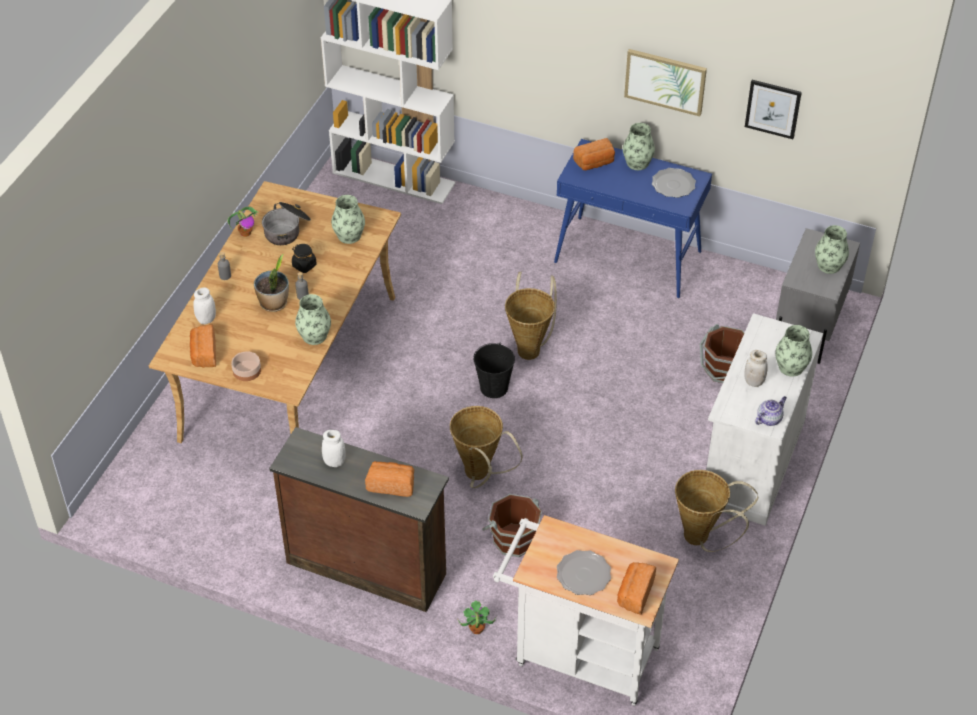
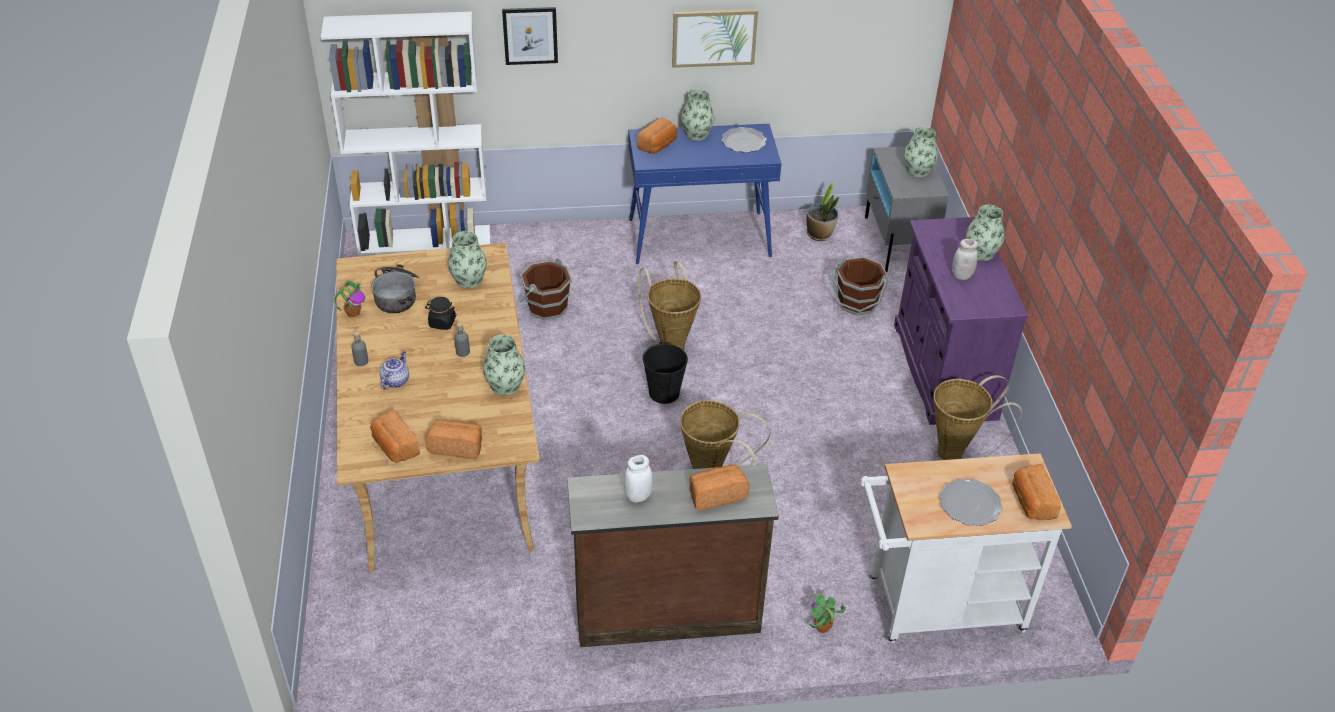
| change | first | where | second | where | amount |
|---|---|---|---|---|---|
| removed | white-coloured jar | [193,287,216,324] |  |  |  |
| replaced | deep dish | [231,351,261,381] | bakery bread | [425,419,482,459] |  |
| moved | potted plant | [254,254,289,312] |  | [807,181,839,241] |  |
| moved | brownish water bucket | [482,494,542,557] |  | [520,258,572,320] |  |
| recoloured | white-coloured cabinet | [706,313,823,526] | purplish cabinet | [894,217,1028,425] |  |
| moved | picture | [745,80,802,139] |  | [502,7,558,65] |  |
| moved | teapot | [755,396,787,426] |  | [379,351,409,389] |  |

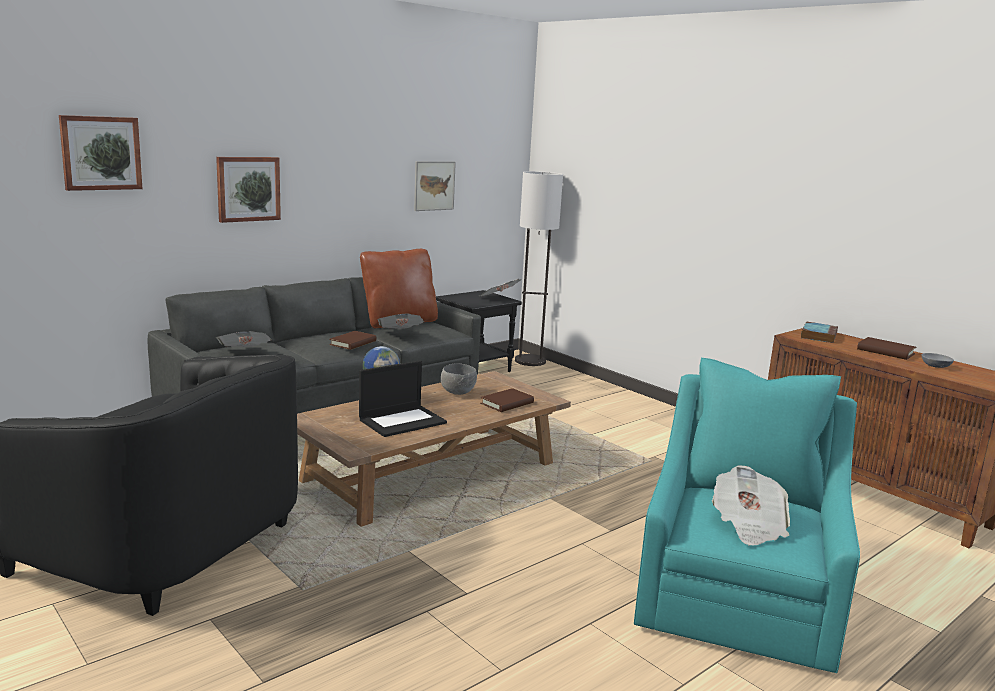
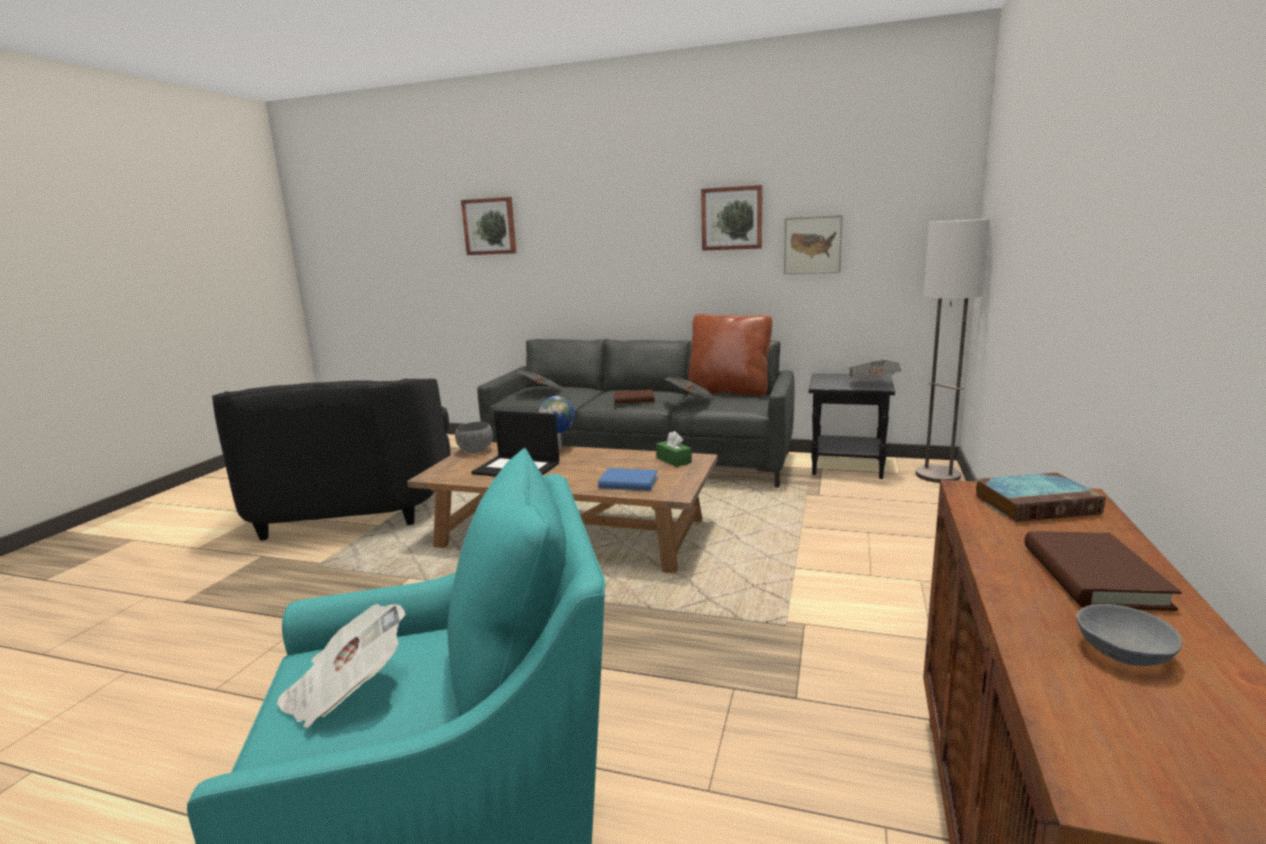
| change | first | where | second | where | amount |
|---|---|---|---|---|---|
| moved | picture | [216,157,281,223] |  | [701,185,763,251] |  |
| moved | gray deep dish | [441,363,477,395] |  | [455,422,493,453] |  |
| recoloured | brownish bound book | [480,388,534,412] | bluish bound book | [598,468,658,491] |  |
| added |  |  | greenish box of tissues | [656,431,692,467] |  |

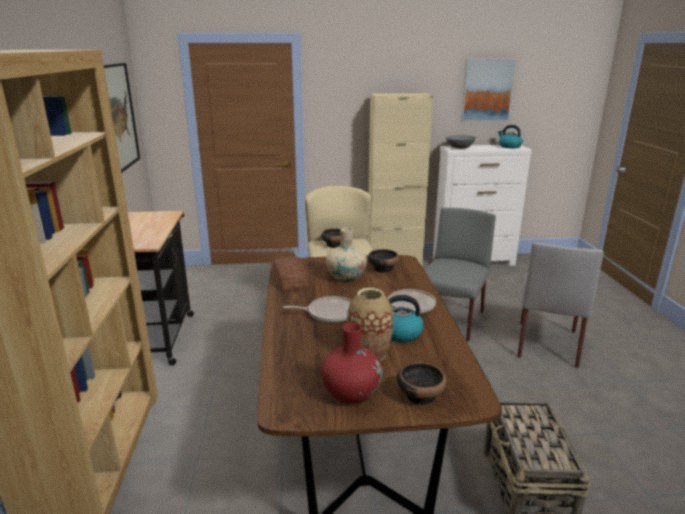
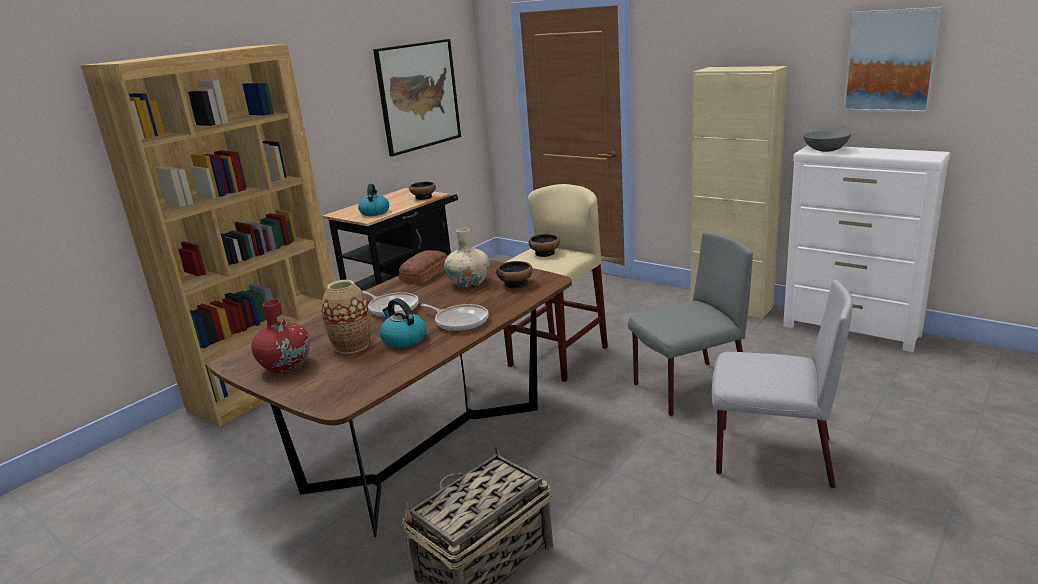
| change | first | where | second | where | amount |
|---|---|---|---|---|---|
| moved | deep dish | [397,362,447,405] |  | [409,181,436,200] |  |
| moved | tea kettle | [498,125,523,148] |  | [358,184,389,216] |  |
| turned | gray upright chair | [517,242,604,368] |  | [712,280,853,488] | 135 degrees counterclockwise |

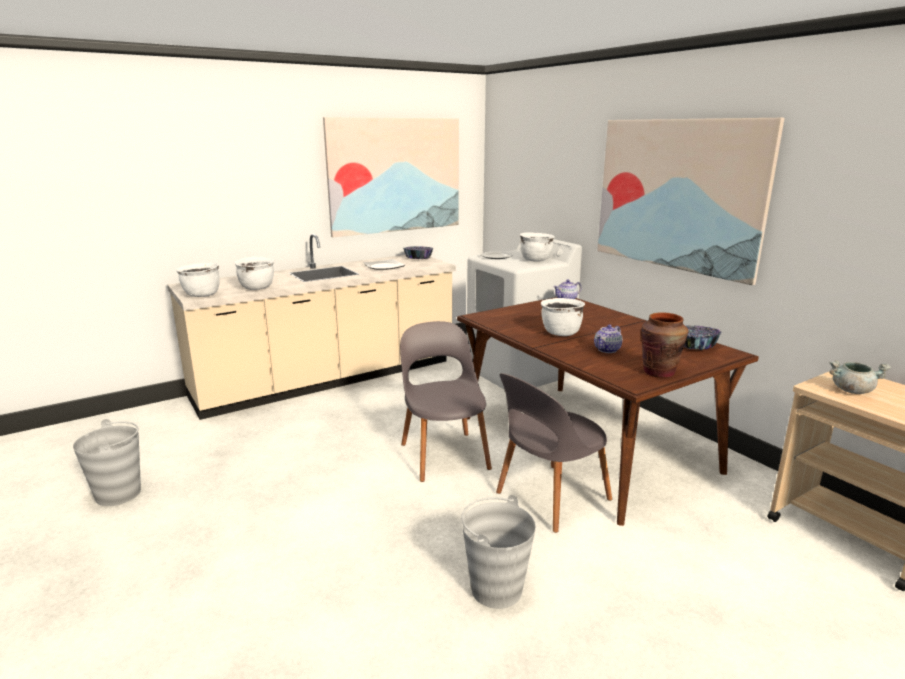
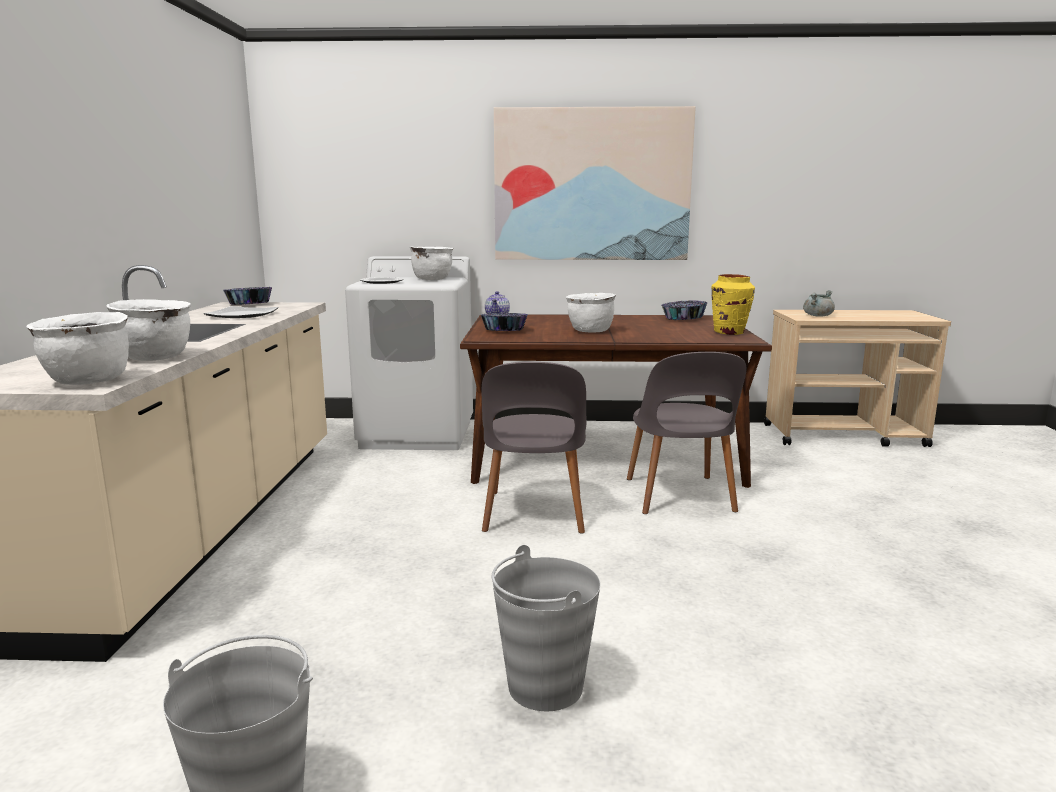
| change | first | where | second | where | amount |
|---|---|---|---|---|---|
| removed | picture | [323,117,459,237] |  |  |  |
| turned | gray upright chair | [400,321,492,482] |  | [481,362,586,533] | 105 degrees counterclockwise |
| moved | gray water bucket | [461,495,536,609] |  | [492,545,600,711] |  |
| removed | teapot | [594,325,622,353] |  |  |  |
| recoloured | brownish flower vase | [641,312,689,378] | yellow flower vase | [711,274,755,335] |  |
| added |  |  | deep dish | [481,313,528,331] |  |

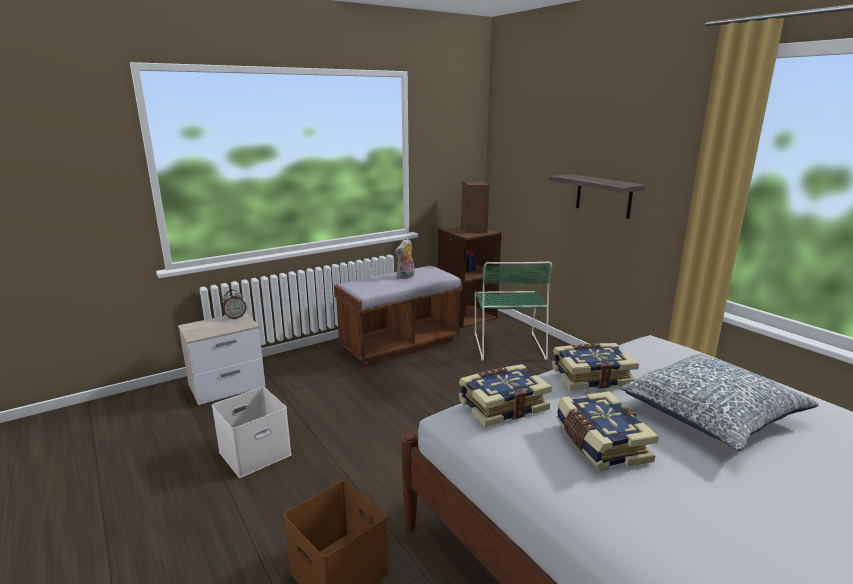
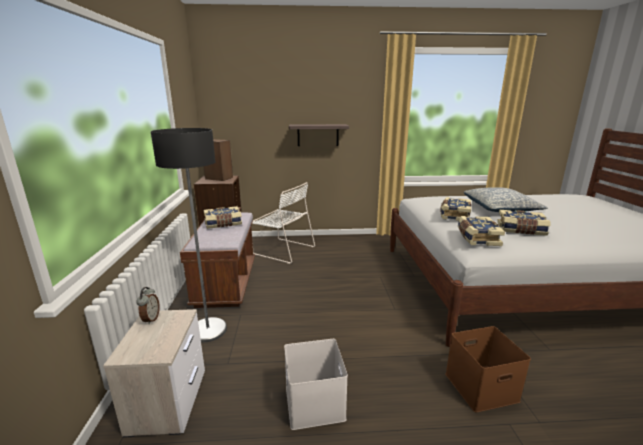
| change | first | where | second | where | amount |
|---|---|---|---|---|---|
| replaced | soft toy | [395,239,415,279] | bound book | [204,206,242,229] |  |
| recoloured | greenish upright chair | [475,261,553,361] | white-coloured upright chair | [252,182,315,264] |  |
| added |  |  | standard lamp | [151,128,227,343] |  |

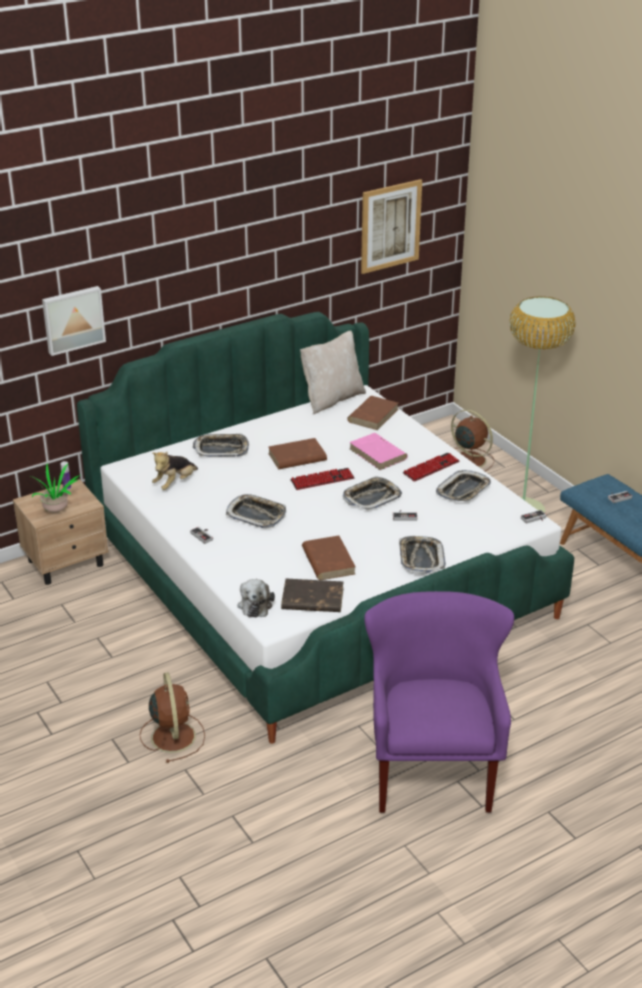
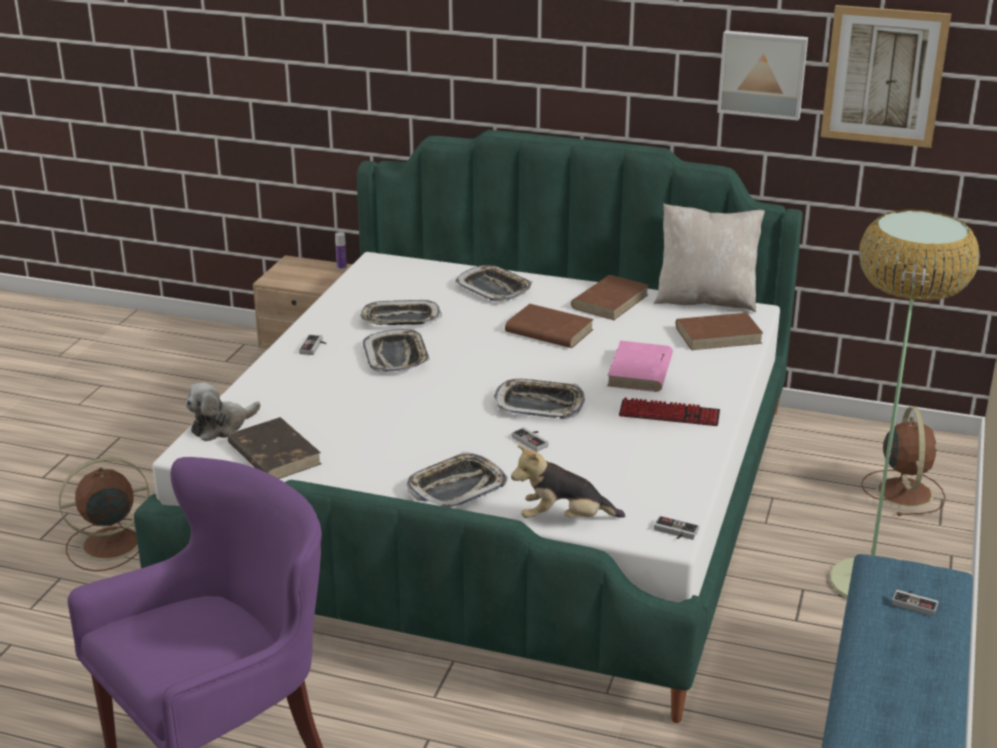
| change | first | where | second | where | amount |
|---|---|---|---|---|---|
| removed | potted plant | [31,464,80,513] |  |  |  |
| moved | picture | [42,286,106,356] |  | [717,30,808,121] |  |
| turned | brownish electric fan | [140,672,205,763] |  | [59,457,149,571] | 150 degrees counterclockwise |
| moved | soft toy | [152,452,198,490] |  | [511,445,625,518] |  |
| removed | keyboard | [290,468,354,490] |  |  |  |
| moved | brownish bound book | [302,535,356,580] |  | [571,275,649,320] |  |
| moved | tray | [436,470,491,501] |  | [360,300,442,325] |  |

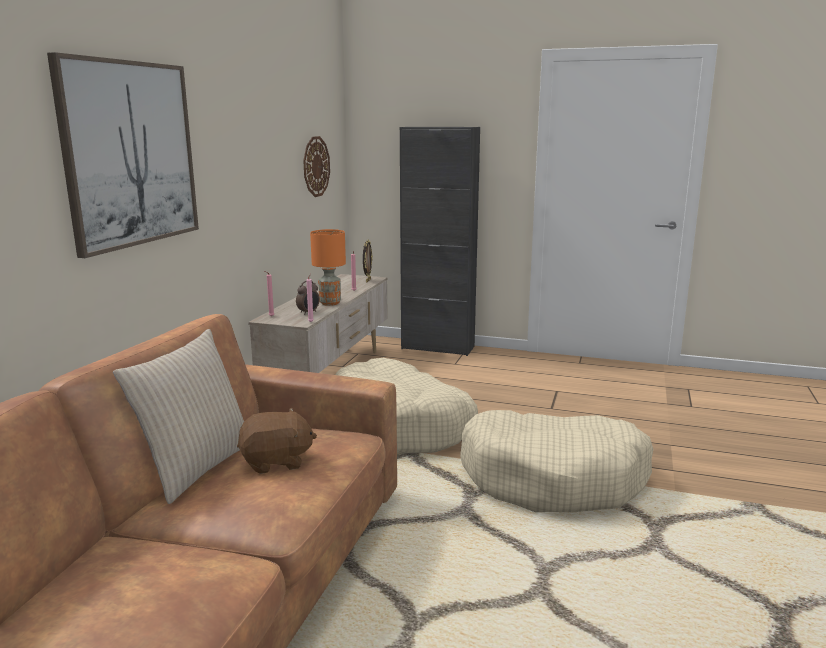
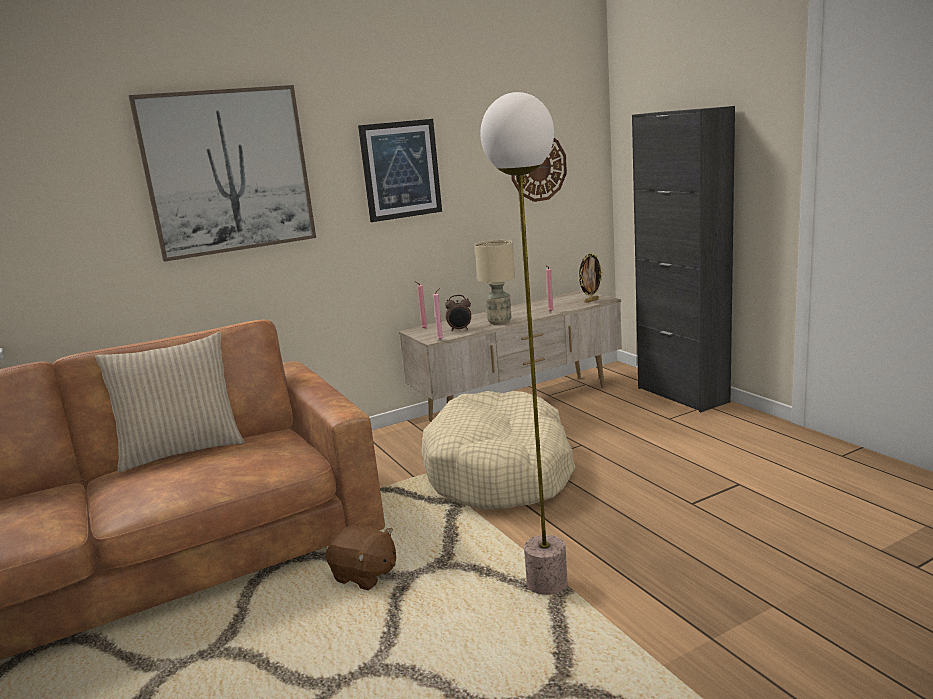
| change | first | where | second | where | amount |
|---|---|---|---|---|---|
| moved | brownish soft toy | [237,408,317,474] |  | [326,524,396,590] |  |
| recoloured | orangey lamp for a table | [310,229,346,306] | sand-coloured lamp for a table | [475,240,515,325] |  |
| replaced | sand-coloured pet bed | [460,410,654,512] | standard lamp | [480,92,568,595] |  |
| added |  |  | picture | [358,119,442,222] |  |

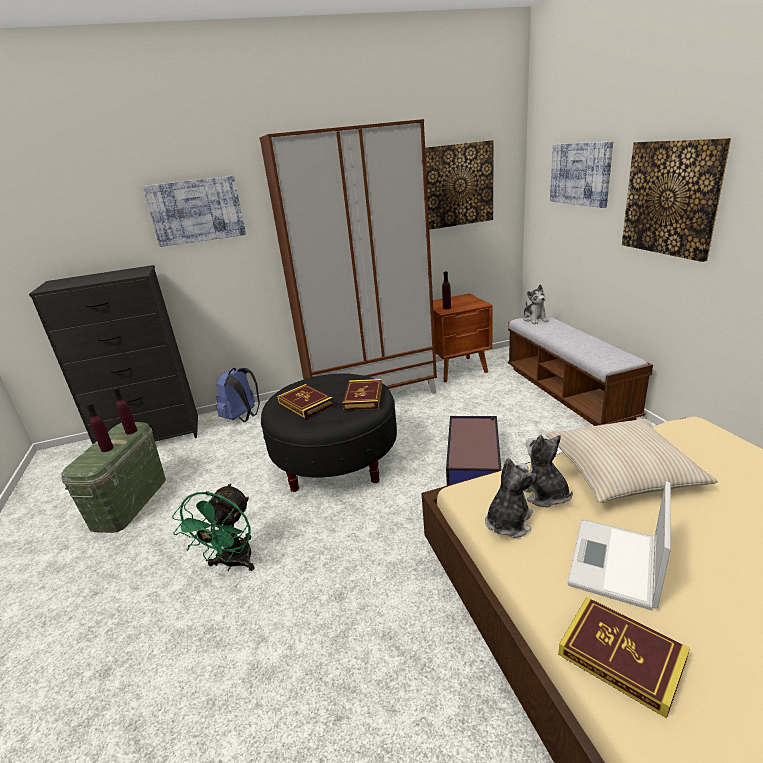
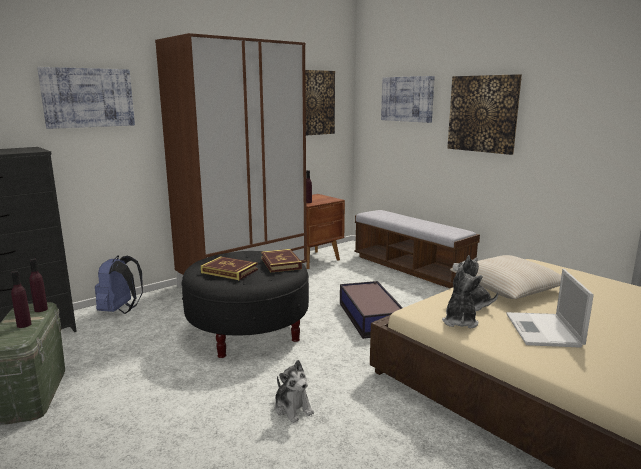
| change | first | where | second | where | amount |
|---|---|---|---|---|---|
| removed | greenish electric fan | [172,483,254,571] |  |  |  |
| moved | soft toy | [523,284,549,324] |  | [275,360,314,423] |  |
| removed | bound book | [558,597,690,719] |  |  |  |

